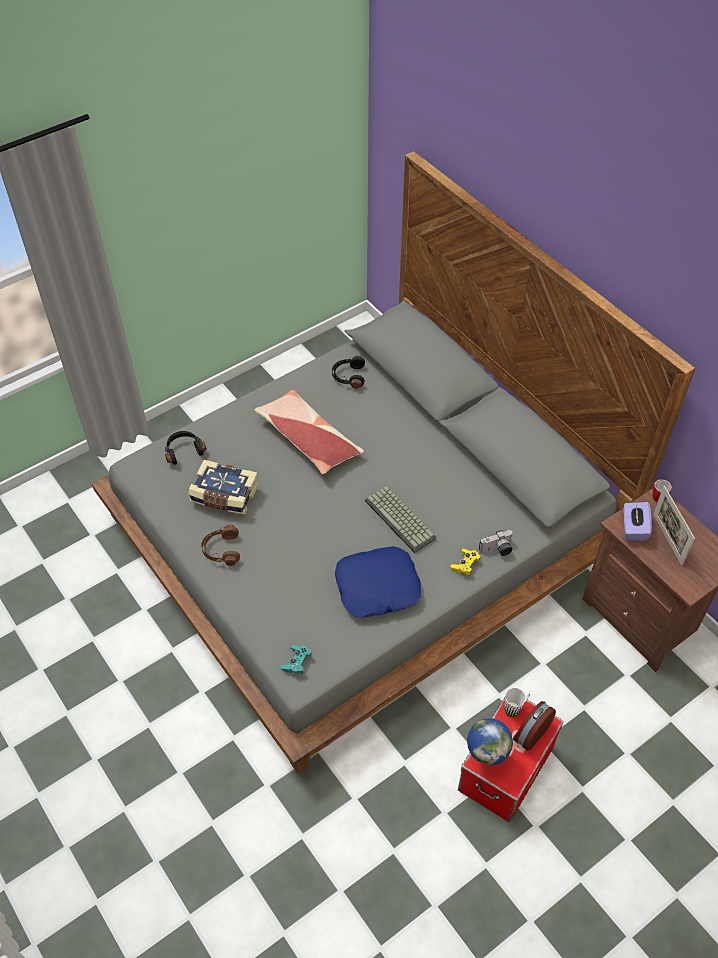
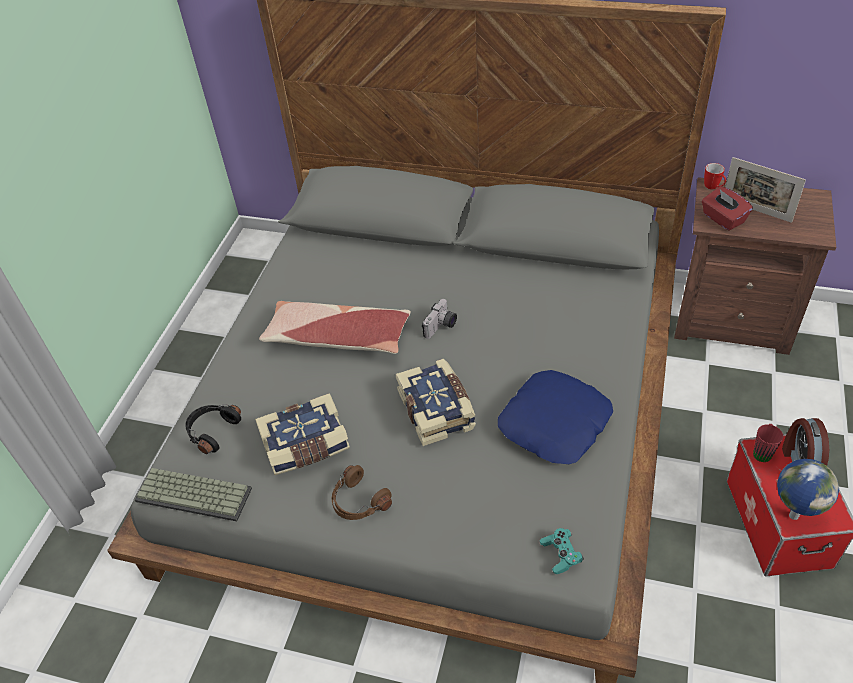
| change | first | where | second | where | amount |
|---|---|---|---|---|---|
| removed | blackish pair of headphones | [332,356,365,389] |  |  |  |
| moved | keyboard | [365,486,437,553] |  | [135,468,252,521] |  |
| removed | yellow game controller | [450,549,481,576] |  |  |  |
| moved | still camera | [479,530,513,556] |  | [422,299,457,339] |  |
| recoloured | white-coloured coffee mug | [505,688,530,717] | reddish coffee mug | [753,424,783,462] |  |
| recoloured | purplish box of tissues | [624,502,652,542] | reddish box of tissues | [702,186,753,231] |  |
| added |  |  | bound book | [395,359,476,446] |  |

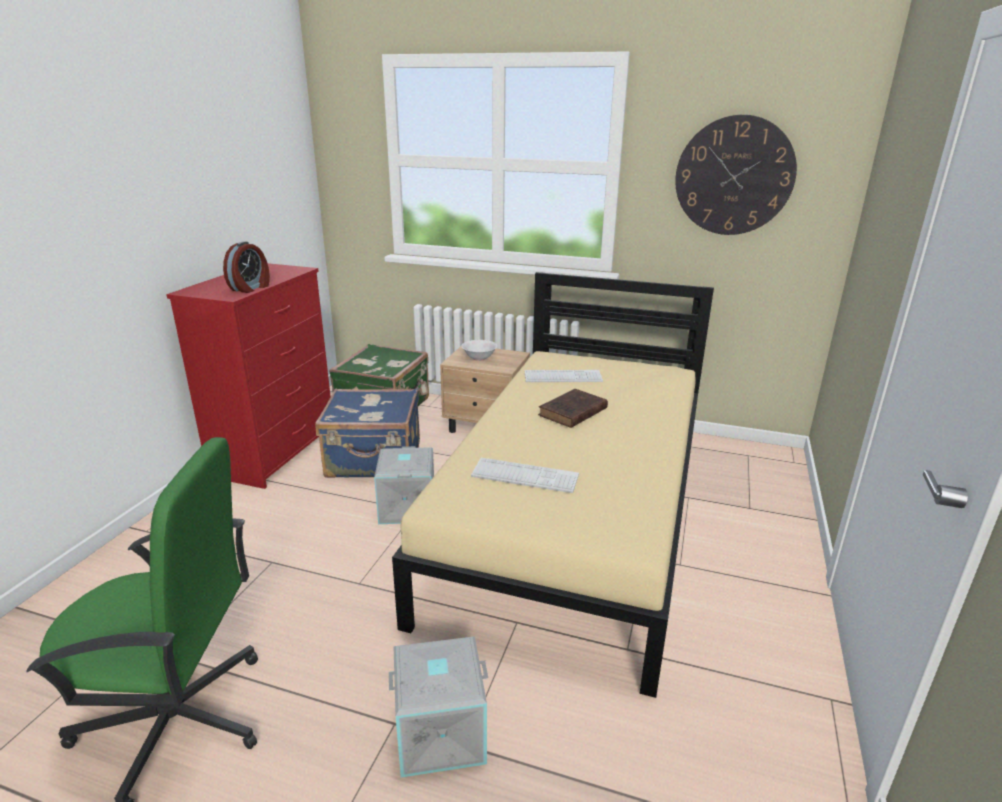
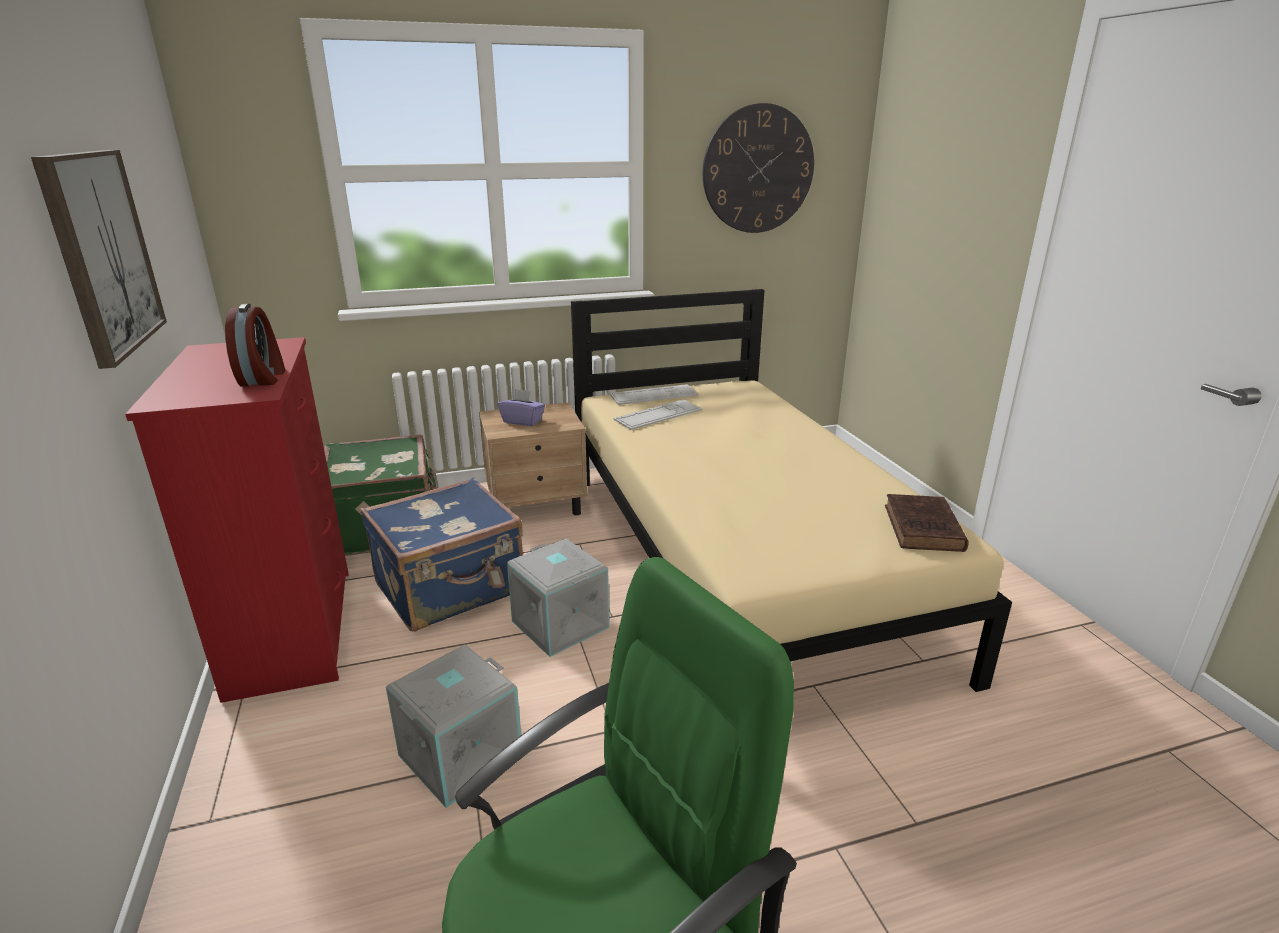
| change | first | where | second | where | amount |
|---|---|---|---|---|---|
| moved | gray storage container | [389,637,488,777] |  | [386,645,521,808] |  |
| replaced | white-coloured deep dish | [461,340,497,361] | purplish box of tissues | [498,389,545,426] |  |
| moved | keyboard | [471,458,579,493] |  | [610,384,698,405] |  |
| moved | brownish bound book | [538,389,608,428] |  | [885,494,969,552] |  |
| added |  |  | picture | [31,150,167,369] |  |

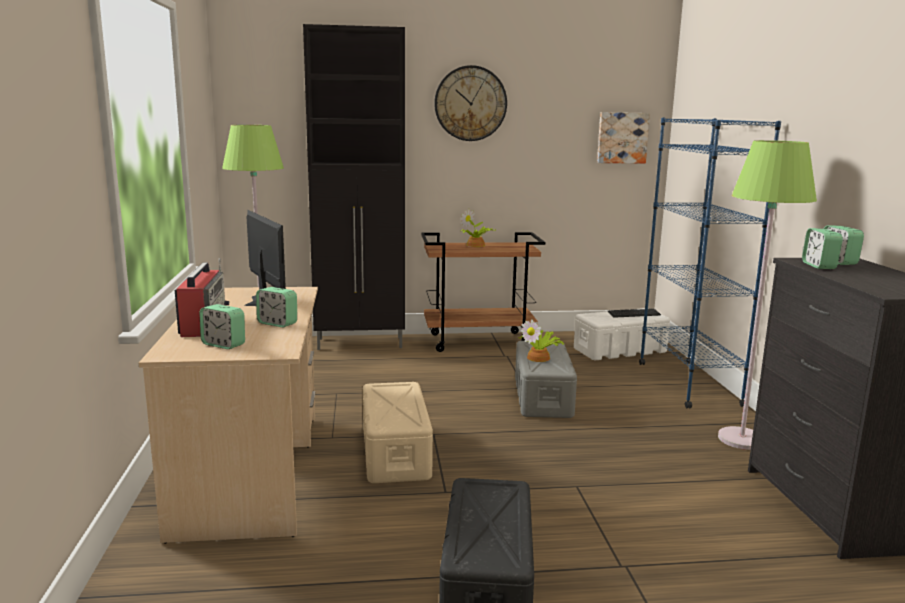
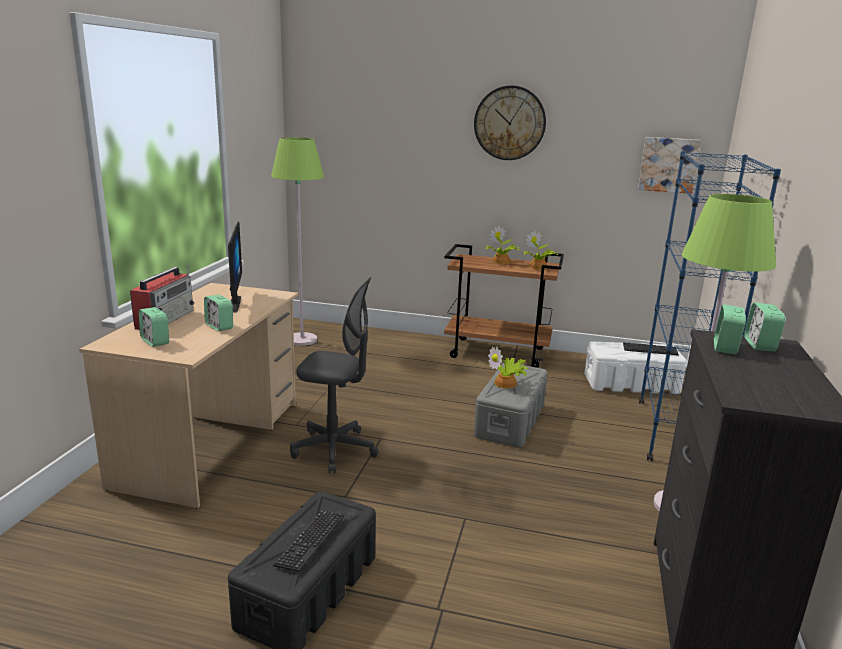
| change | first | where | second | where | amount |
|---|---|---|---|---|---|
| removed | blackish cabinet | [303,24,405,350] |  |  |  |
| replaced | sand-coloured storage container | [363,382,433,483] | gray desk chair | [290,277,379,474] |  |
| added |  |  | keyboard | [273,510,345,572] |  |
| added |  |  | potted plant | [523,230,558,270] |  |

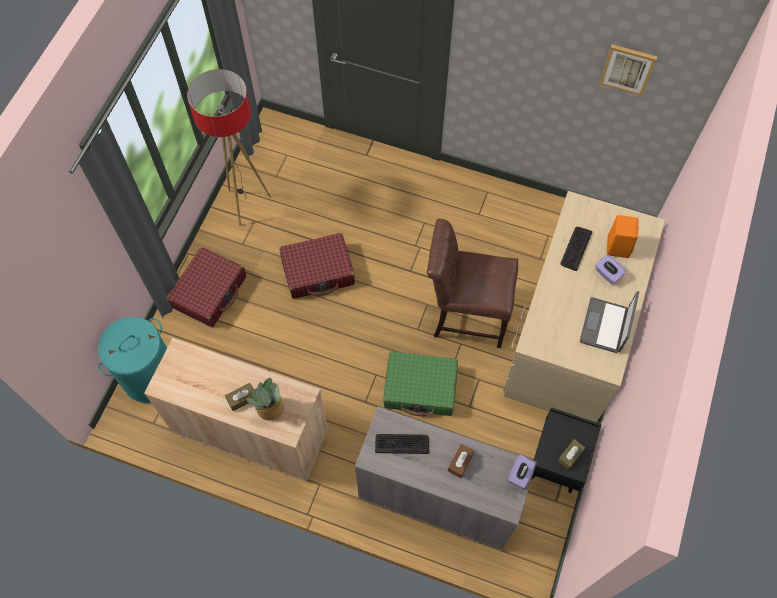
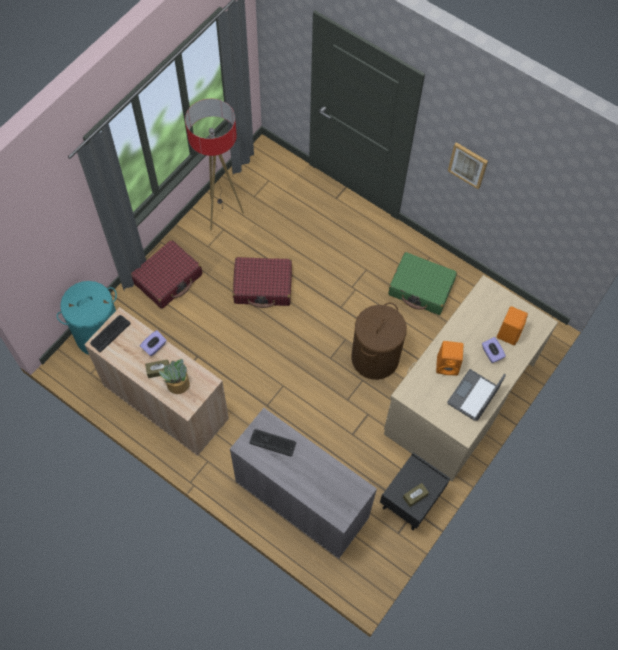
| change | first | where | second | where | amount |
|---|---|---|---|---|---|
| moved | greenish piece of luggage | [383,351,458,416] |  | [388,252,457,315] |  |
| replaced | brownish upright chair | [427,219,518,348] | brownish hamper | [351,303,407,380] |  |
| removed | brownish box of tissues | [448,444,474,478] |  |  |  |
| moved | purplish box of tissues | [508,454,535,489] |  | [140,330,167,356] |  |
| moved | keyboard | [561,227,592,271] |  | [90,315,131,352] |  |
| moved | picture | [599,44,657,96] |  | [448,142,488,189] |  |
| added |  |  | orangey speaker | [436,341,464,376] |  |

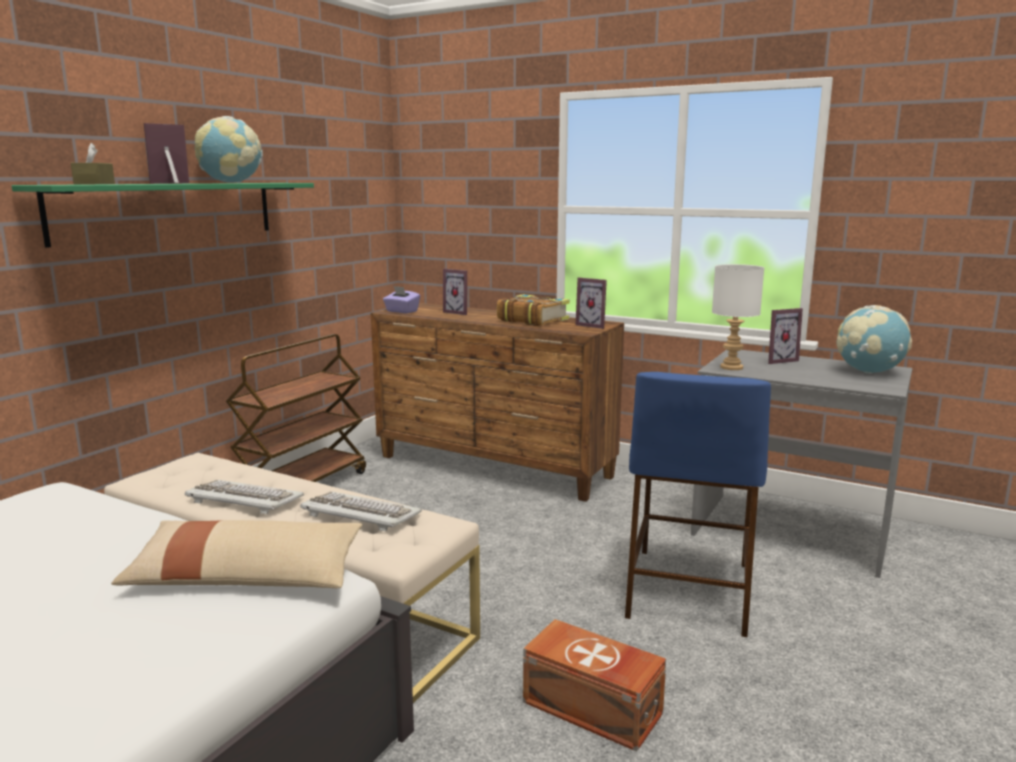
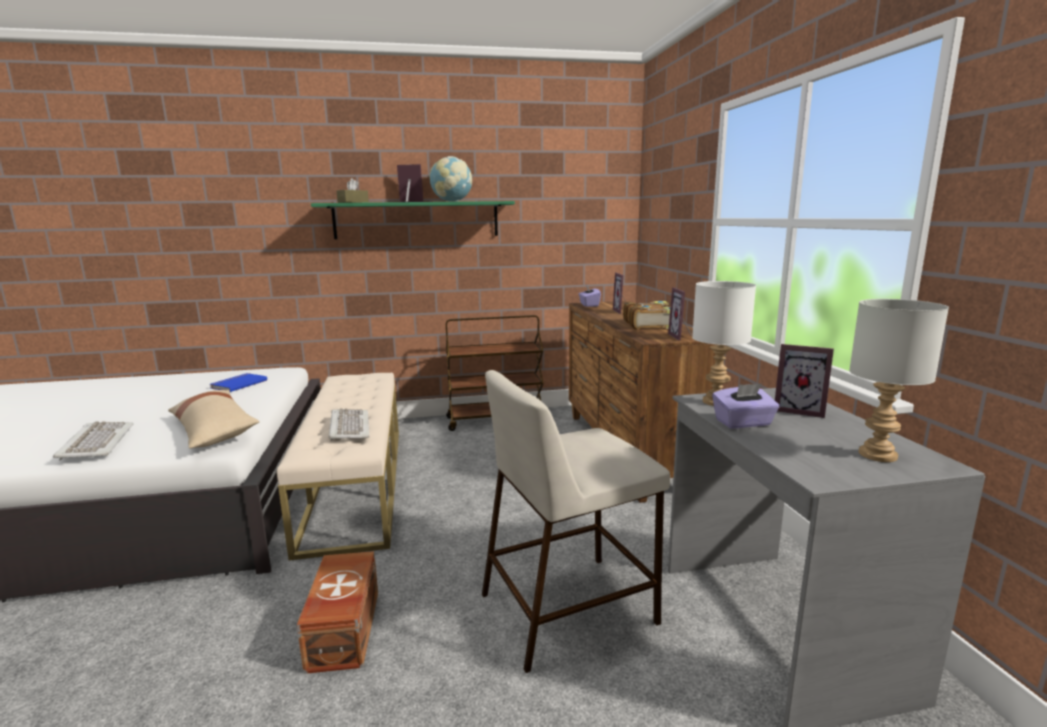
| change | first | where | second | where | amount |
|---|---|---|---|---|---|
| moved | keyboard | [185,480,304,514] |  | [53,422,133,460] |  |
| recoloured | bluish stool | [625,372,771,637] | sand-coloured stool | [482,370,670,673] |  |
| replaced | world globe | [837,305,912,374] | gray lamp for a table | [849,299,949,462] |  |
| added |  |  | bluish bound book | [210,373,267,392] |  |
| added |  |  | purplish box of tissues | [712,383,779,429] |  |

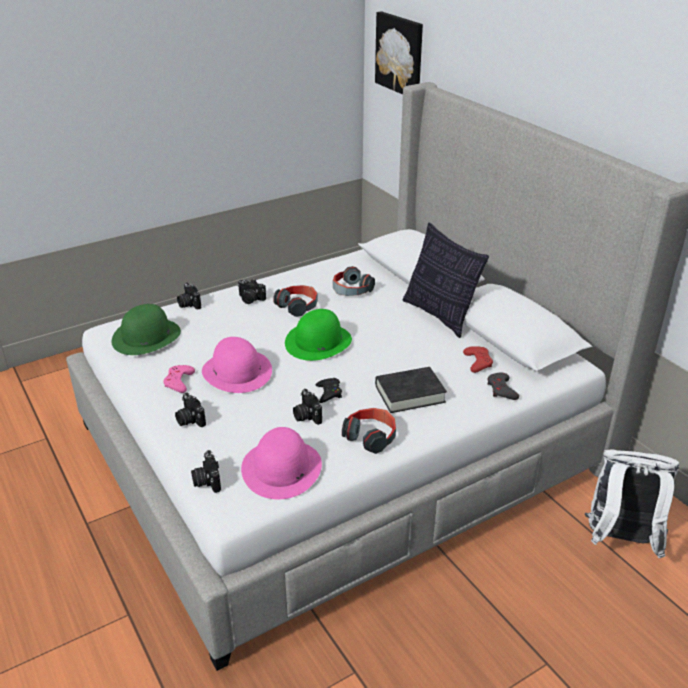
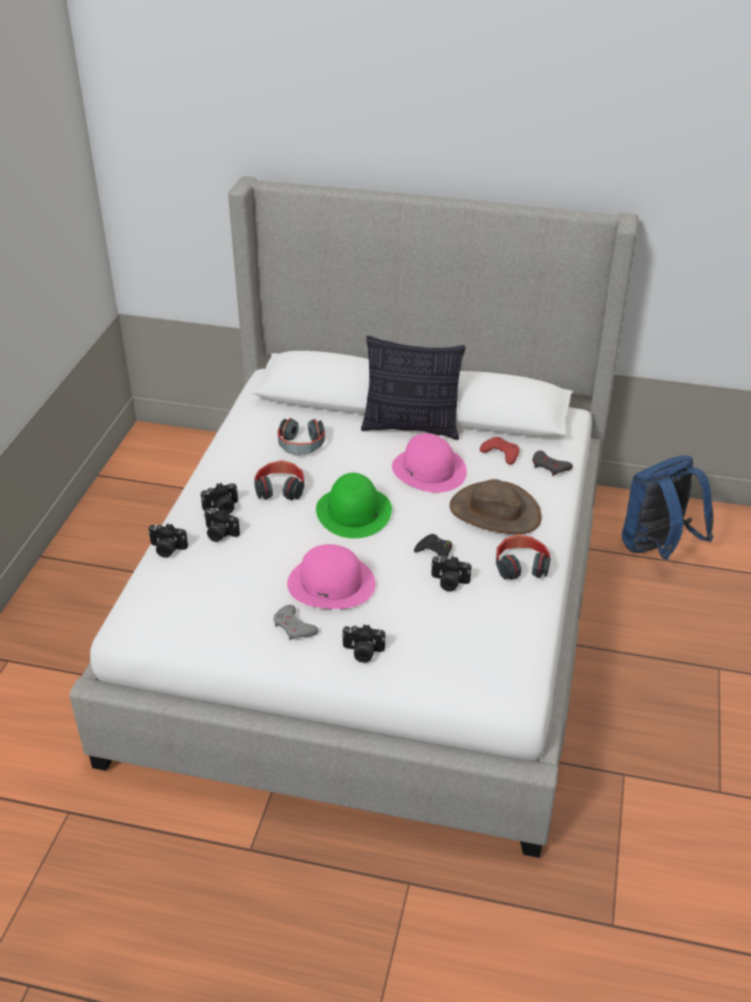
| change | first | where | second | where | amount |
|---|---|---|---|---|---|
| removed | greenish clothing hat | [112,304,181,355] |  |  |  |
| recoloured | pink-coloured game controller | [163,365,195,393] | gray game controller | [273,605,319,640] |  |
| moved | still camera | [191,450,221,493] |  | [204,508,240,542] |  |
| moved | pink-coloured clothing hat | [241,427,322,499] |  | [392,433,467,493] |  |
| removed | picture | [375,11,423,94] |  |  |  |
| replaced | blackish bound book | [375,367,447,413] | brownish clothing hat | [450,479,542,534] |  |
| recoloured | white-coloured knapsack | [585,449,679,558] | bluish knapsack | [622,455,714,560] |  |

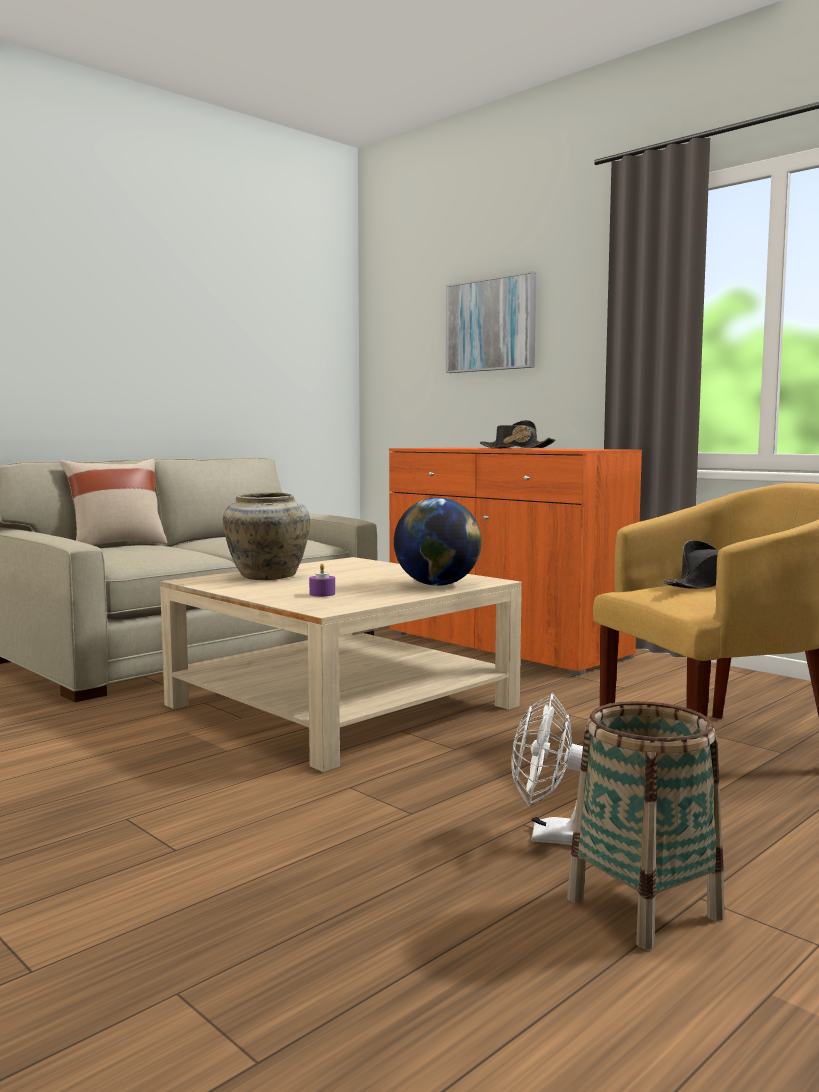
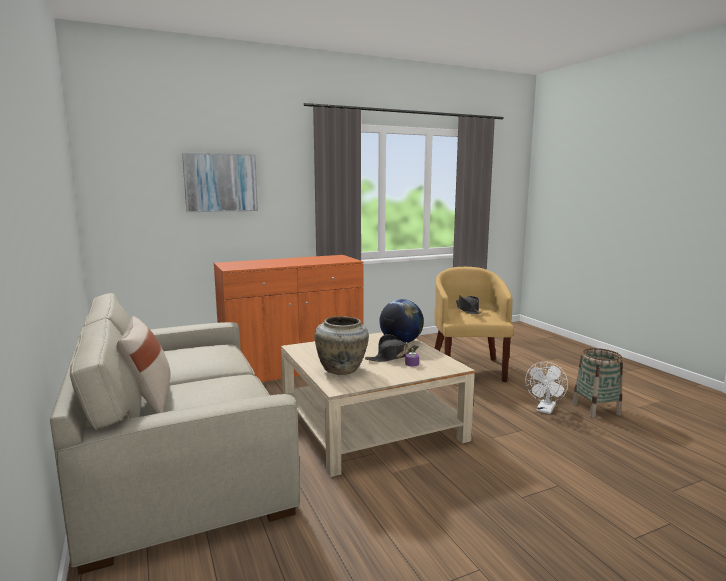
| change | first | where | second | where | amount |
|---|---|---|---|---|---|
| moved | blackish clothing hat | [480,420,556,448] |  | [365,334,419,362] |  |

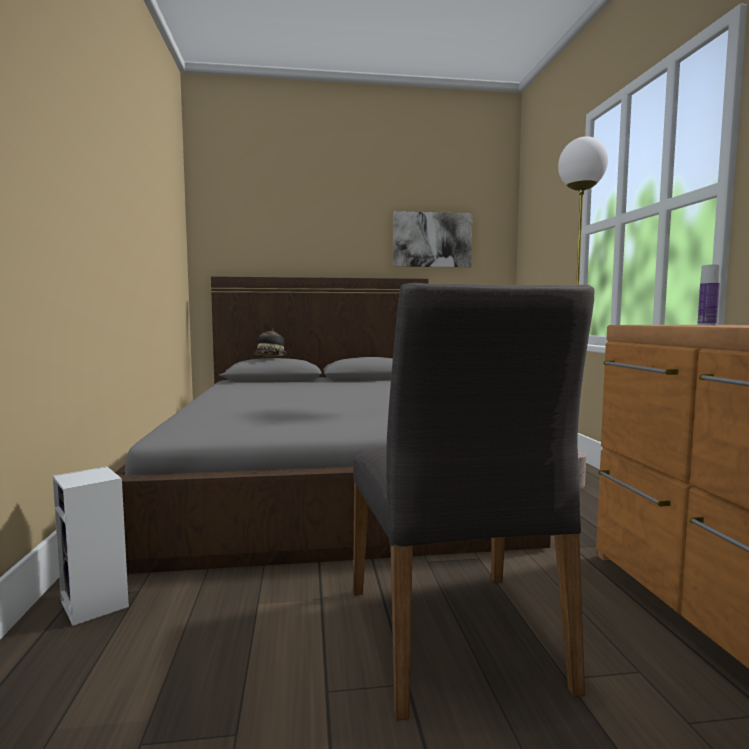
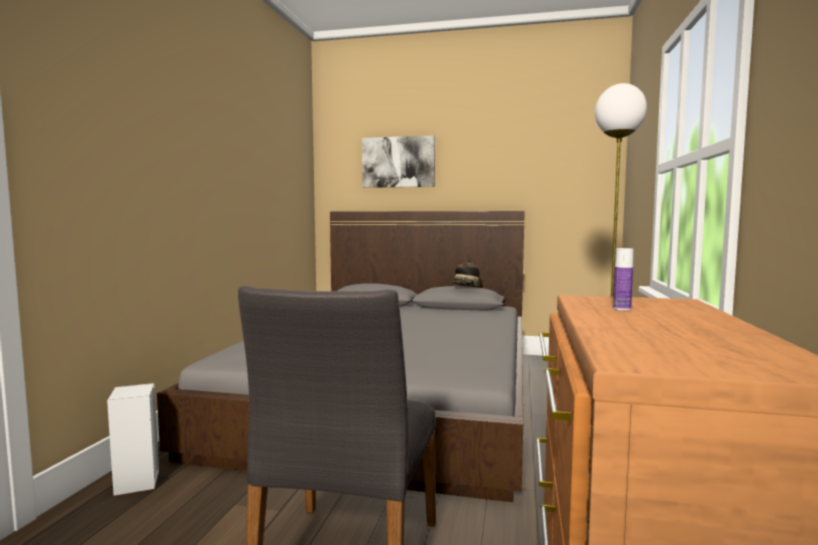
| change | first | where | second | where | amount |
|---|---|---|---|---|---|
| moved | clothing hat | [254,328,287,357] |  | [451,260,482,286] |  |
| moved | picture | [393,211,472,267] |  | [362,135,435,188] |  |

